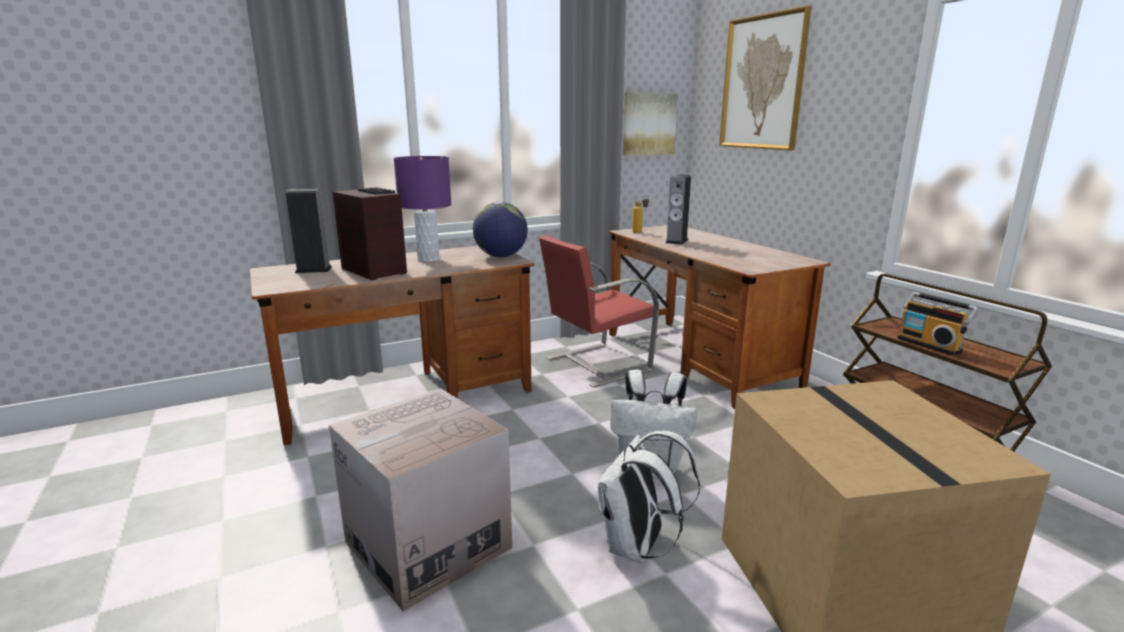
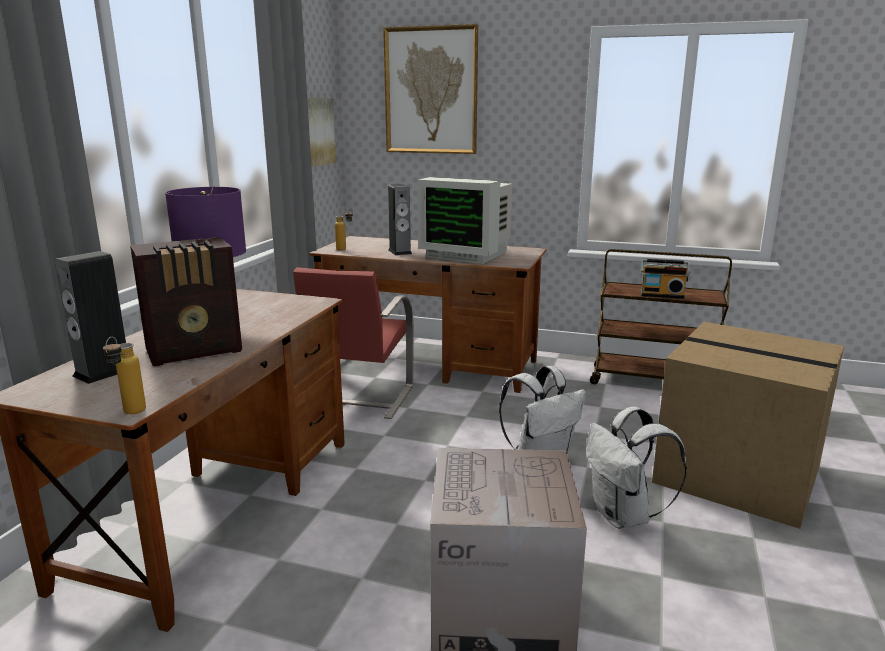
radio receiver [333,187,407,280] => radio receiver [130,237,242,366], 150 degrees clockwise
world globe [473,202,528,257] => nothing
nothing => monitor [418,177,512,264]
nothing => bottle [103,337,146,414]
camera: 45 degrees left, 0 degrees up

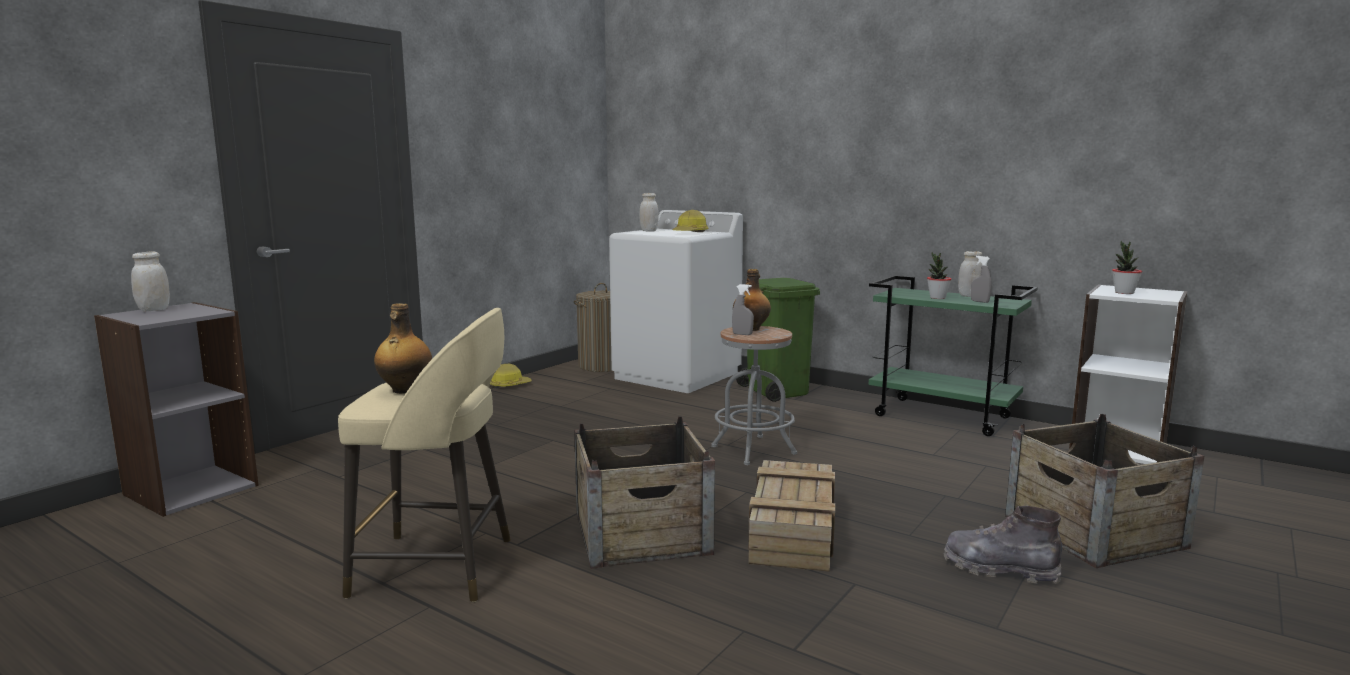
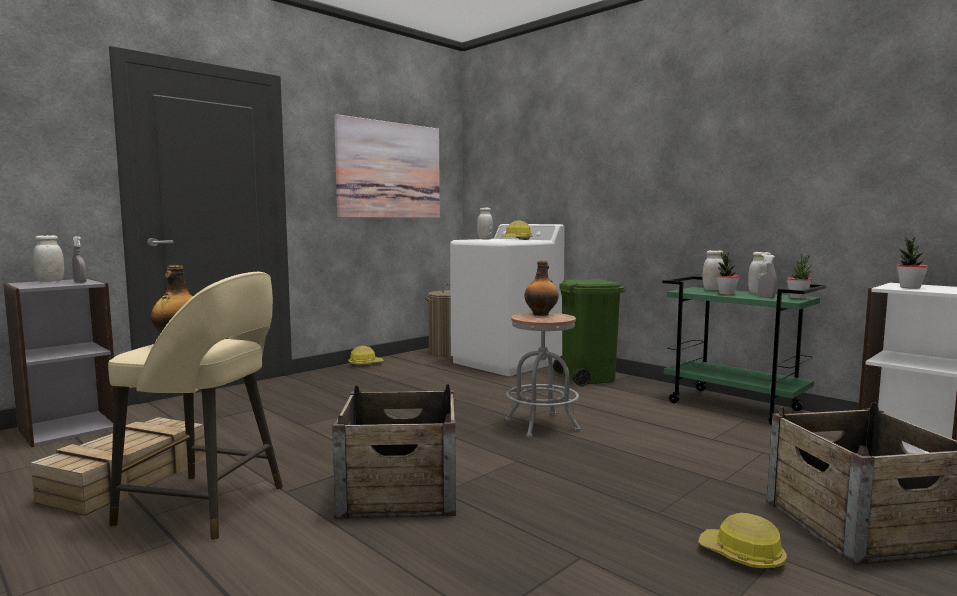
grey spray bottle [732,284,754,335] => grey spray bottle [72,236,87,283], moved
crate [748,460,835,572] => crate [31,417,206,516], moved
grey high-top boot [944,506,1062,584] => hard hat [698,513,787,571]
nothing => picture [334,114,440,218]
nothing => white-coloured preserve jar [702,250,725,290]
nothing => houseplant [787,254,812,299]
camera: 10 degrees right, 5 degrees down

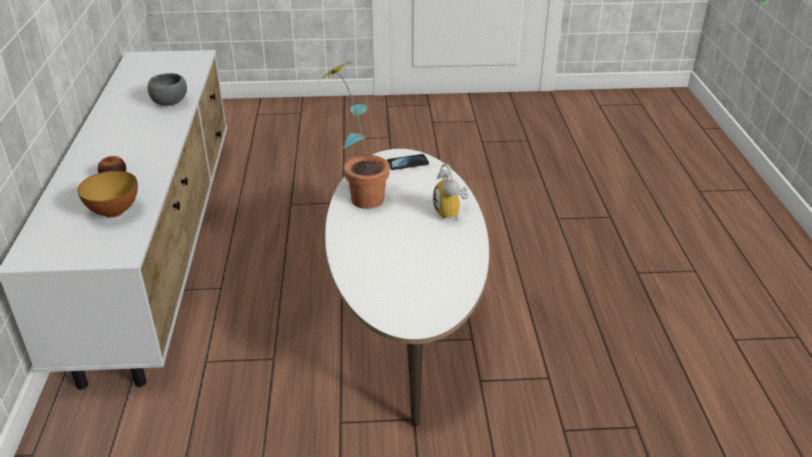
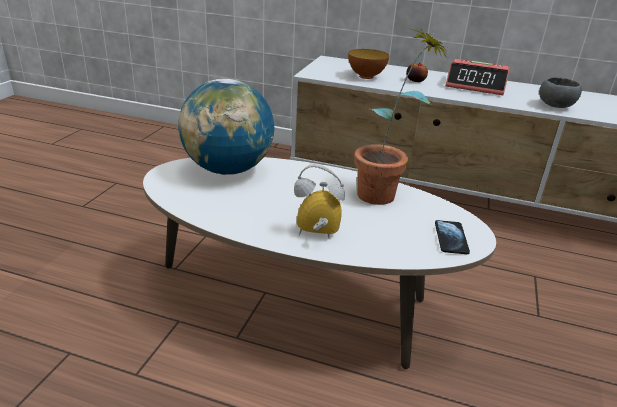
nothing => alarm clock [446,59,510,95]
nothing => world globe [178,79,274,175]
camera: 110 degrees right, 5 degrees down

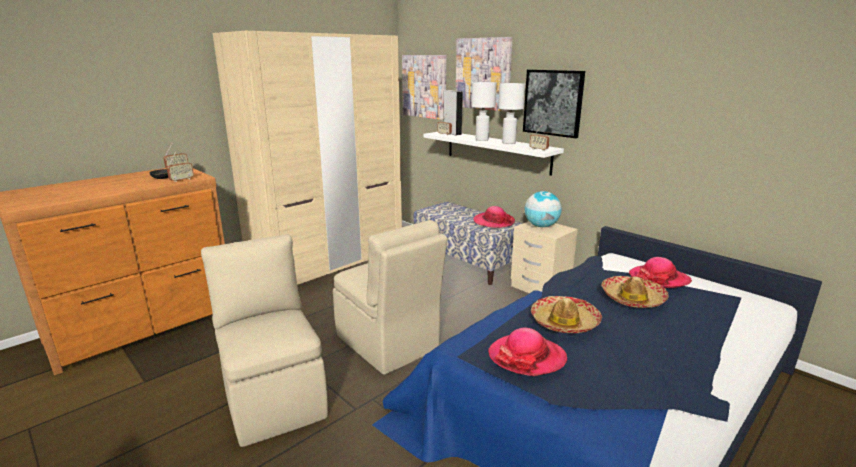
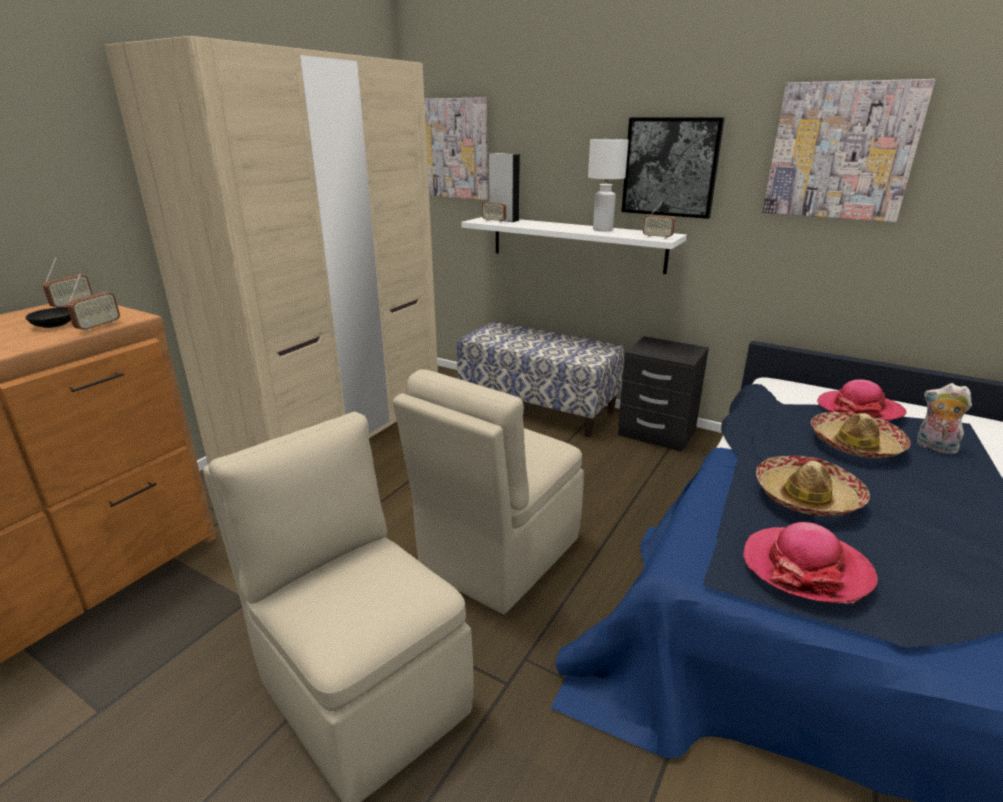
picture [456,37,513,112] => picture [763,79,935,222], moved
white-coloured tabletop lamp [471,82,497,141] => nothing
world globe [525,191,562,227] => nothing
hat [474,206,515,228] => nothing
beige plain chair [333,220,447,375] => beige plain chair [393,369,584,614], 90 degrees clockwise
beige nightstand [511,221,578,293] => black-coloured nightstand [618,336,709,452]
nothing => plush toy [917,383,972,454]
camera: 15 degrees left, 5 degrees up

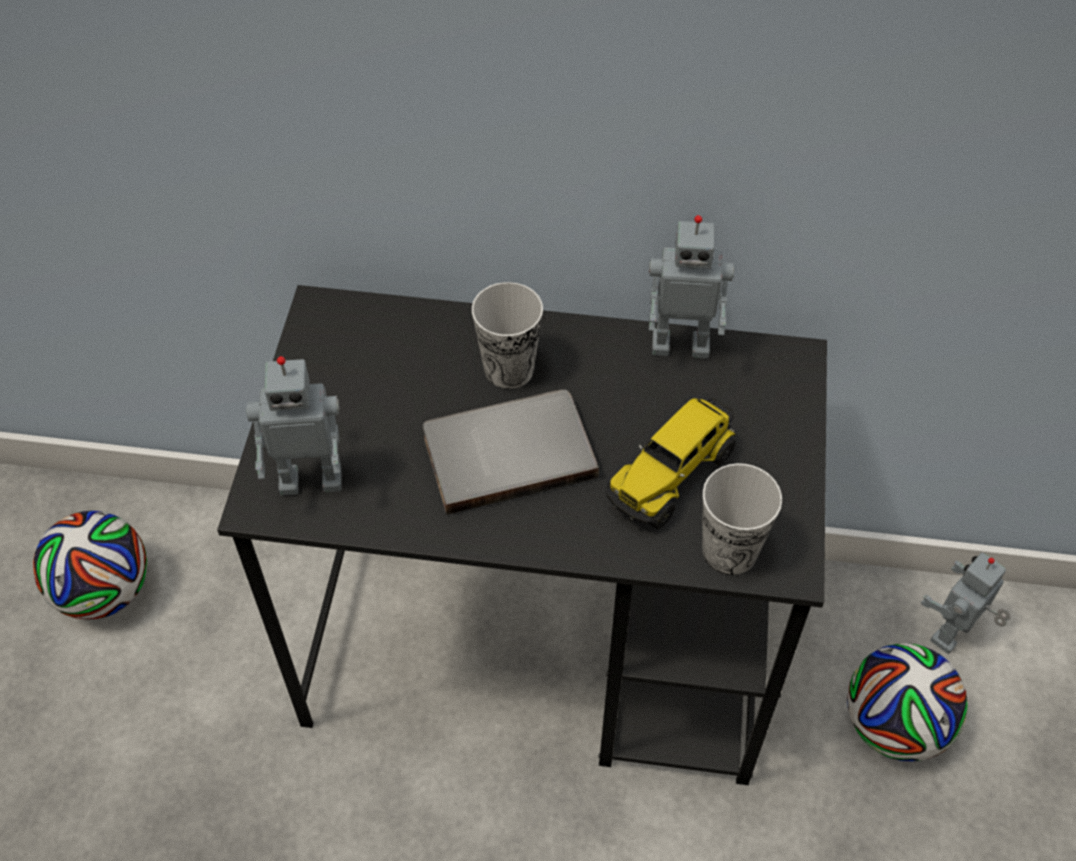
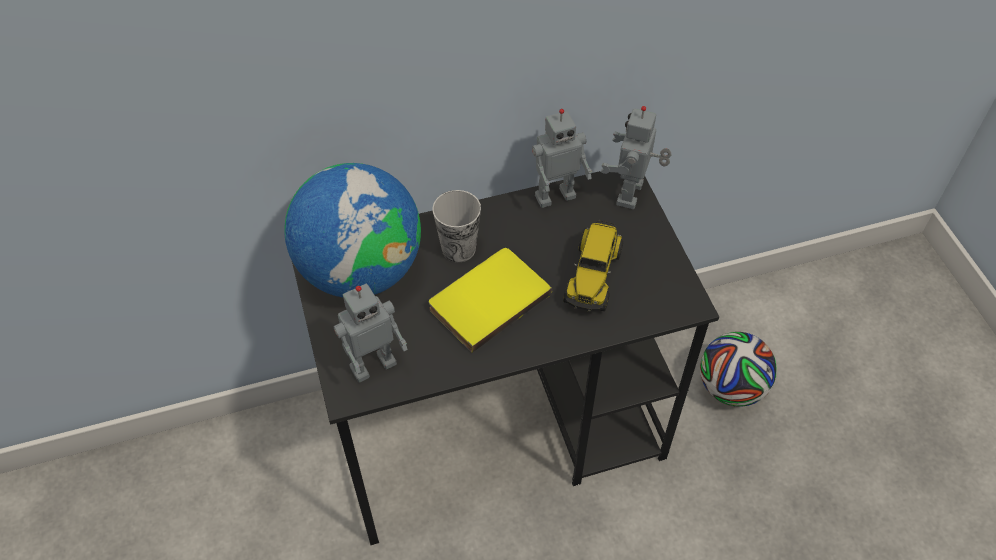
grey volume [423,389,599,515] => yellowish volume [429,248,552,353]
small cup [702,463,782,575] => nothing
ball for football [33,511,147,619] => nothing
model robot [921,553,1010,654] => model robot [601,106,672,209], moved
nothing => world globe [284,163,421,297]
camera: 25 degrees left, 0 degrees up

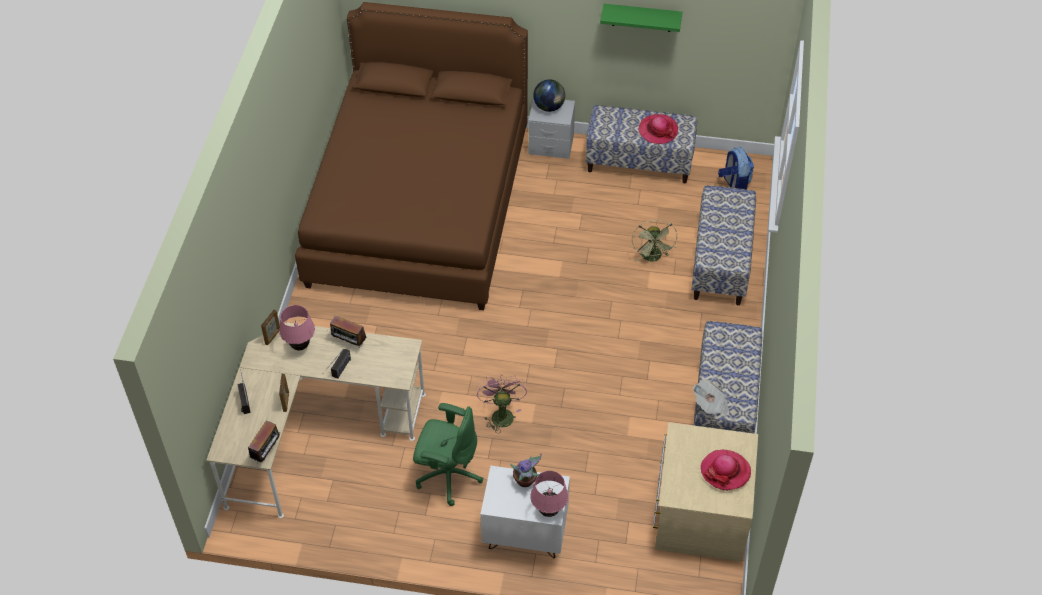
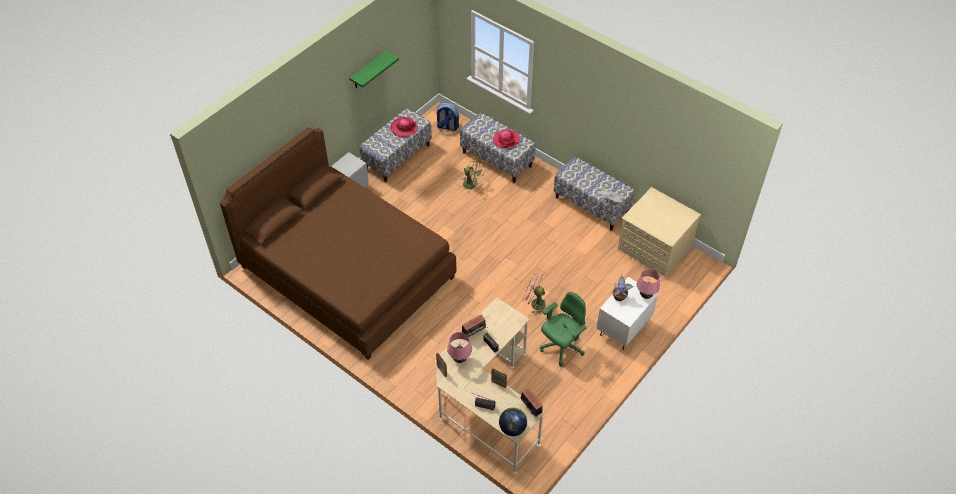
world globe [533,80,565,112] => world globe [499,408,527,436], moved
hat [701,450,751,491] => hat [493,130,520,148], moved
camera: 60 degrees left, 0 degrees up

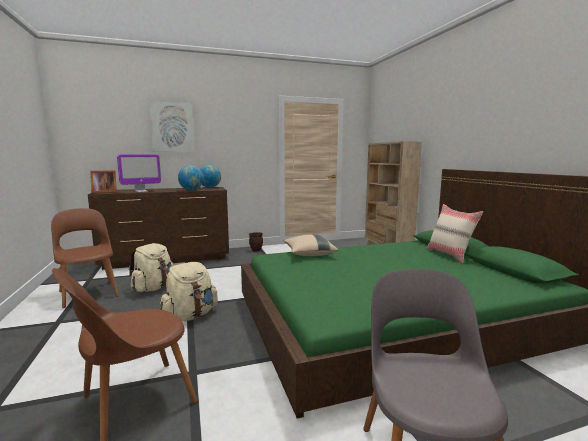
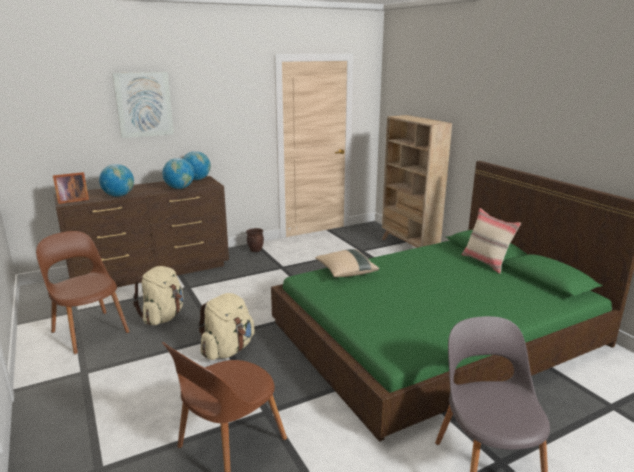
monitor [117,154,161,192] => world globe [99,164,134,197]
camera: 10 degrees left, 10 degrees up

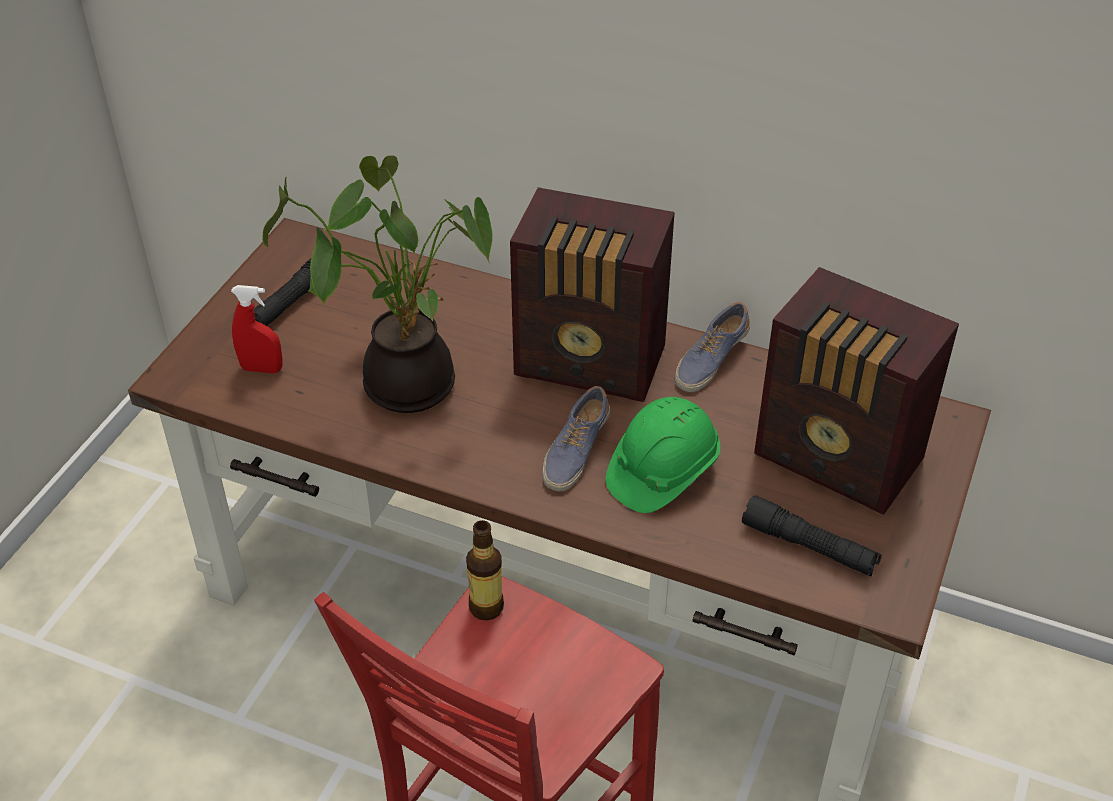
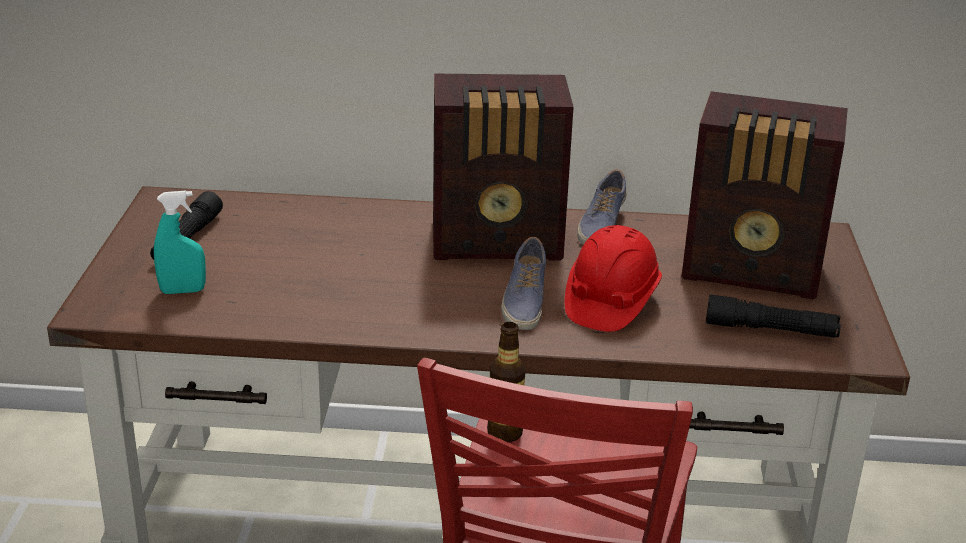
houseplant [263,155,493,413] => nothing
reddish spray bottle [231,285,282,373] => blue-green spray bottle [154,191,206,294]
greenish hard hat [606,397,720,513] => reddish hard hat [565,225,662,332]
camera: 20 degrees left, 15 degrees down

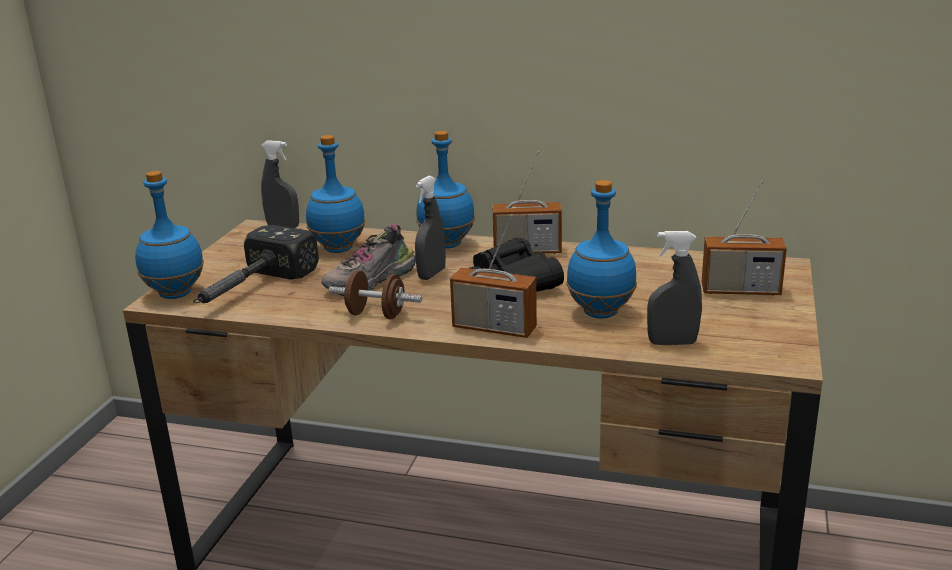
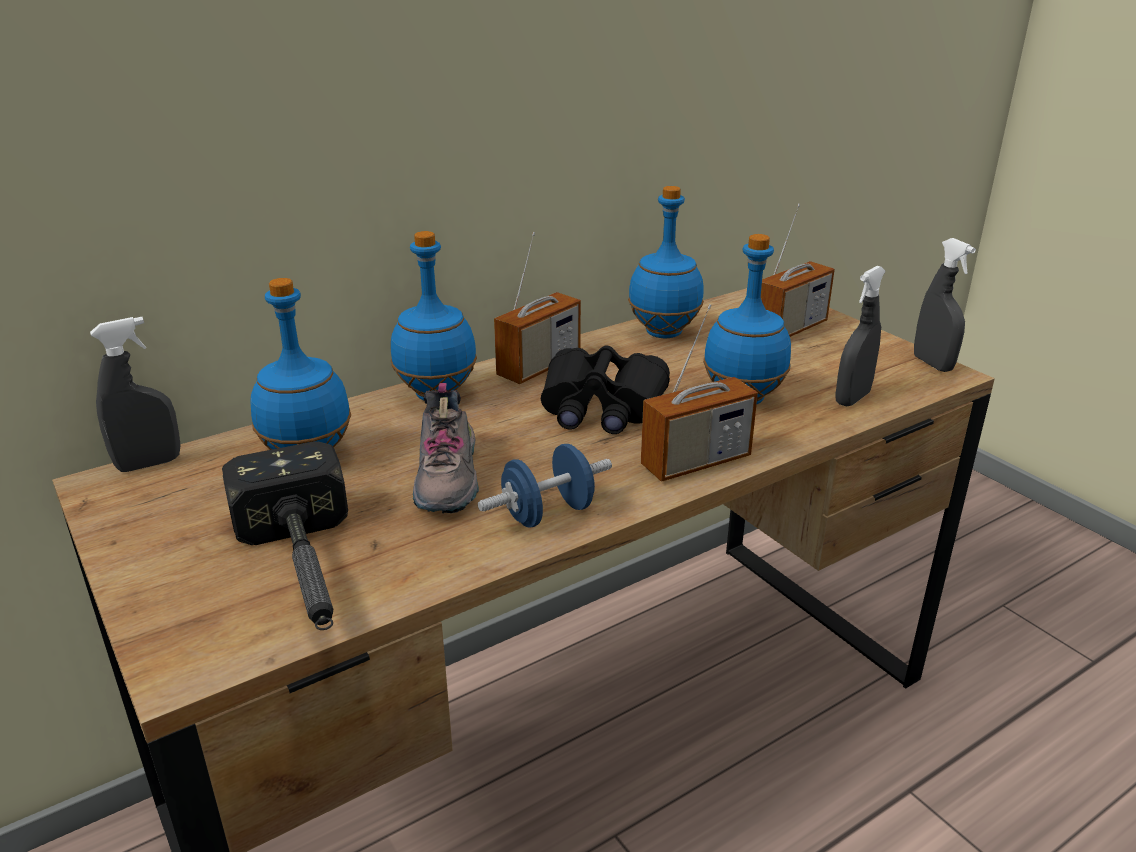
blue bottle [135,171,204,299] => blue bottle [628,186,704,338], moved
grey spray bottle [415,176,446,280] => grey spray bottle [914,238,976,372], moved
brown free weight [329,270,422,319] => blue free weight [478,444,612,527]
camera: 50 degrees left, 5 degrees up

